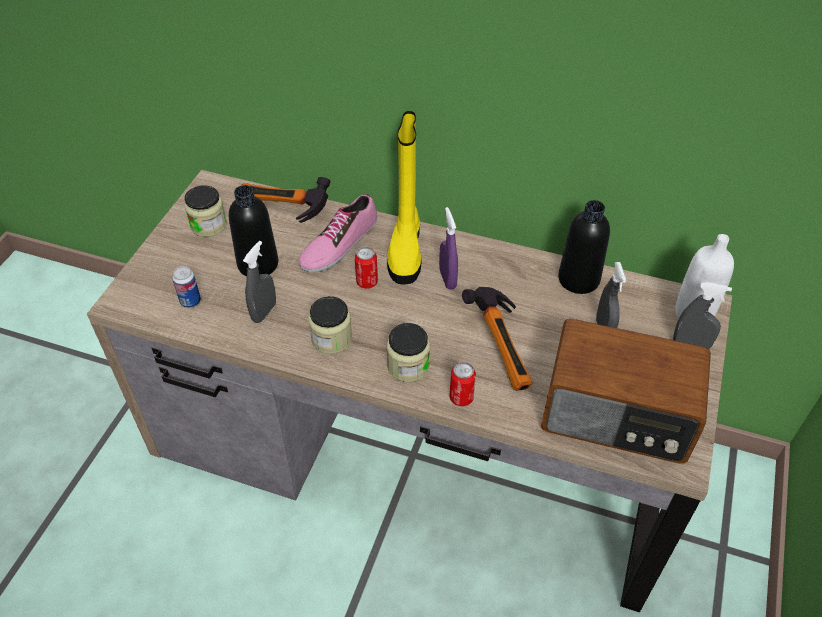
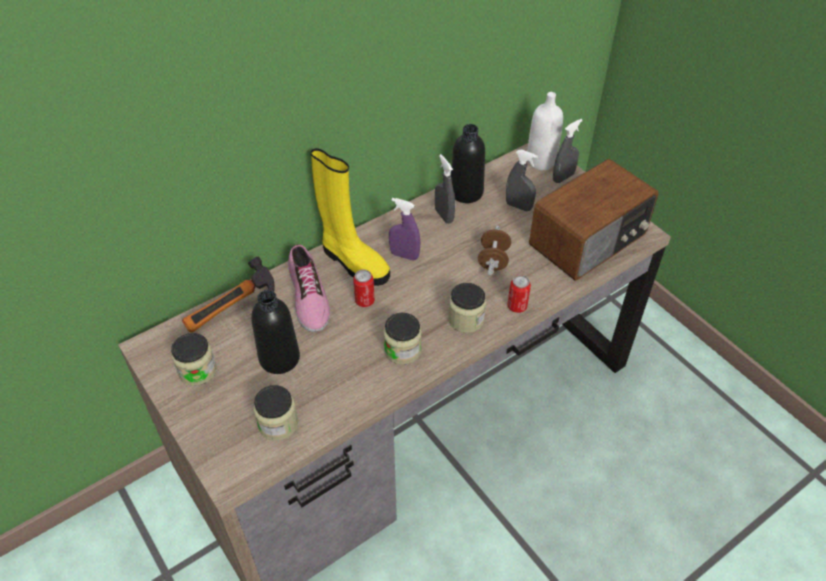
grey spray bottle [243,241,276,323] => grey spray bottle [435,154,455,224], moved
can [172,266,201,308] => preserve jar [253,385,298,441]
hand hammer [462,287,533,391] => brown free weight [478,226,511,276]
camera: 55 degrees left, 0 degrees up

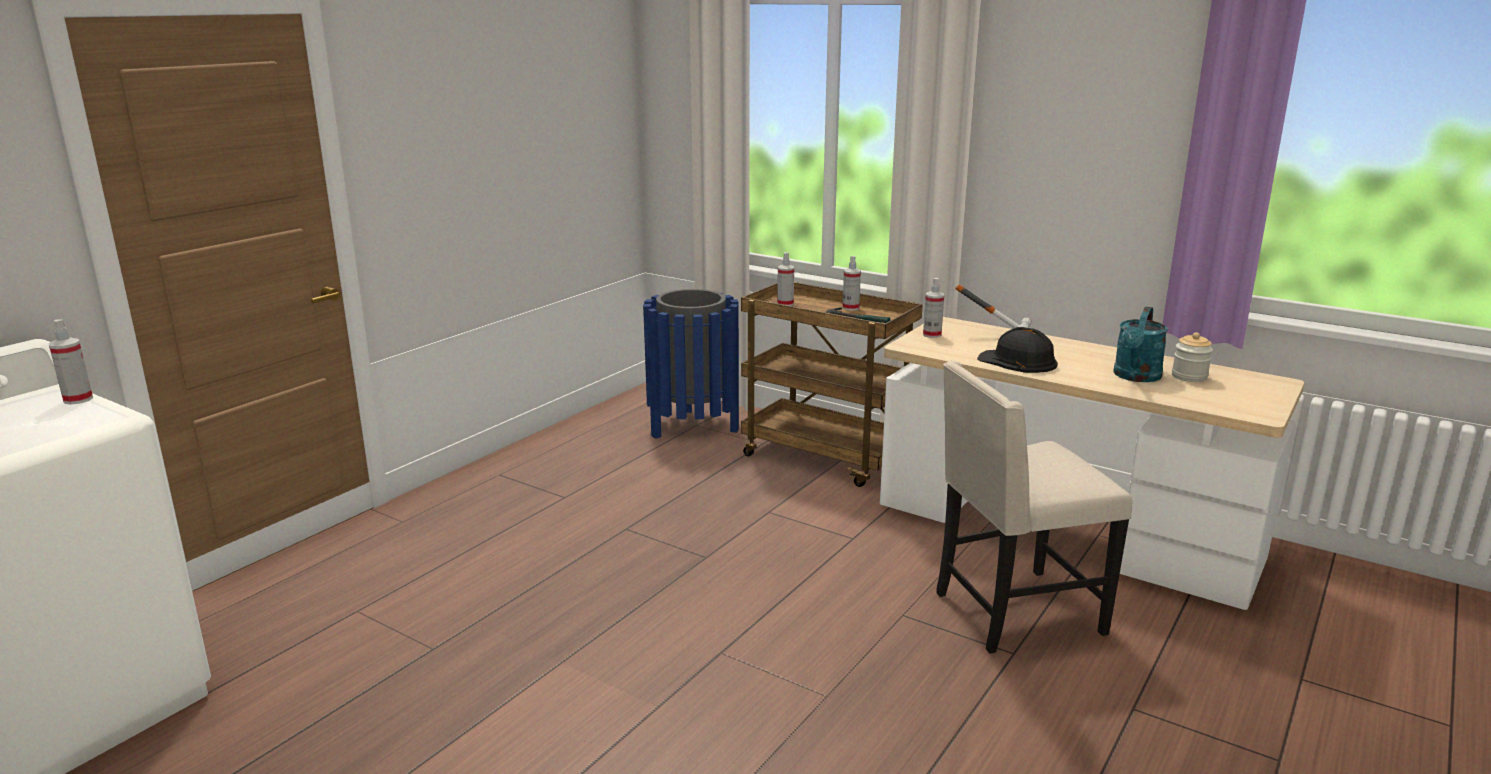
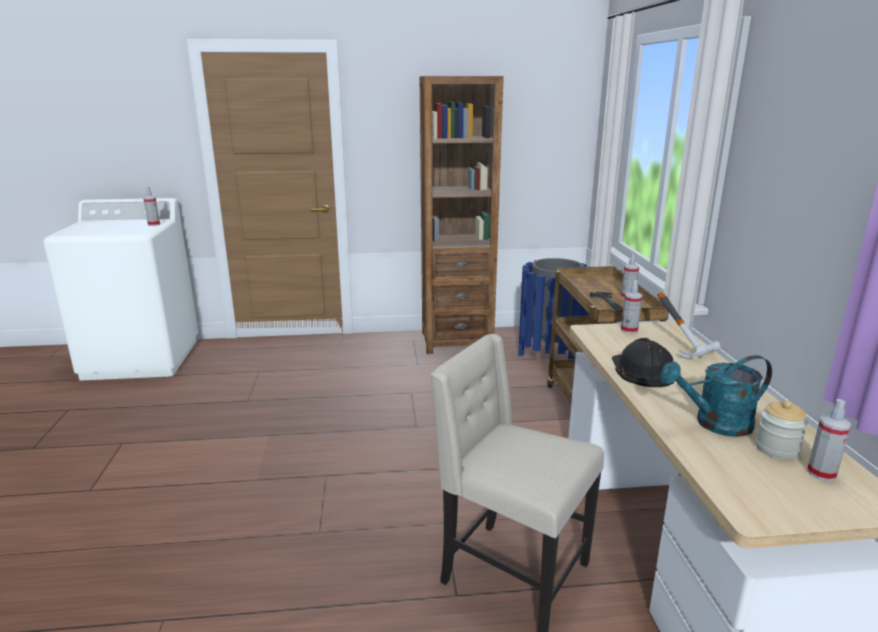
spray bottle [777,252,794,306] => spray bottle [807,399,851,481], moved
nothing => brown bookshelf [420,76,504,354]
camera: 50 degrees right, 0 degrees up

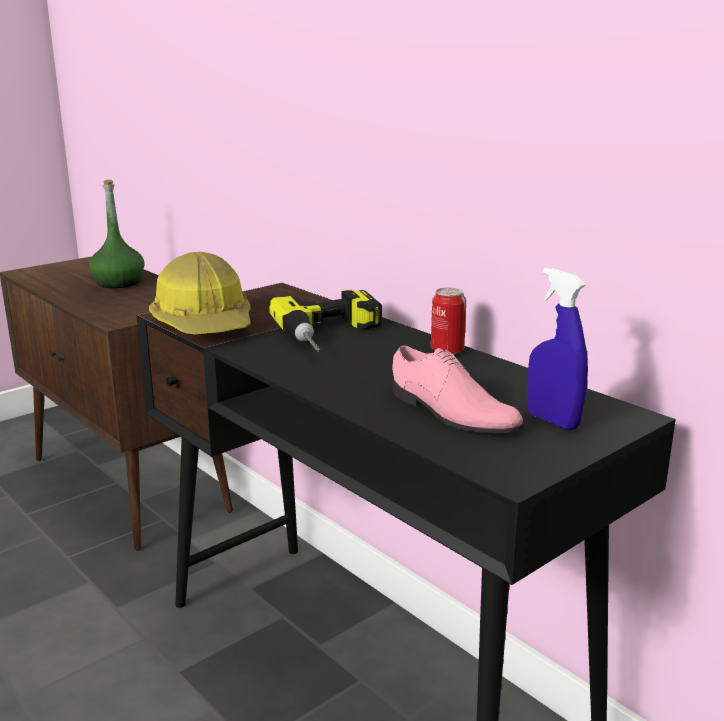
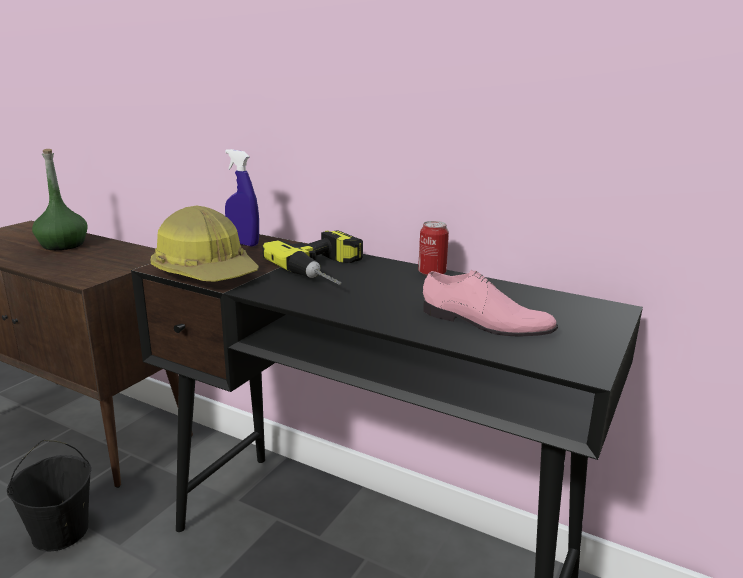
blue spray bottle [527,268,588,431] => blue spray bottle [225,149,259,247], moved
nothing => black-coloured water bucket [7,440,91,552]
camera: 20 degrees left, 0 degrees up

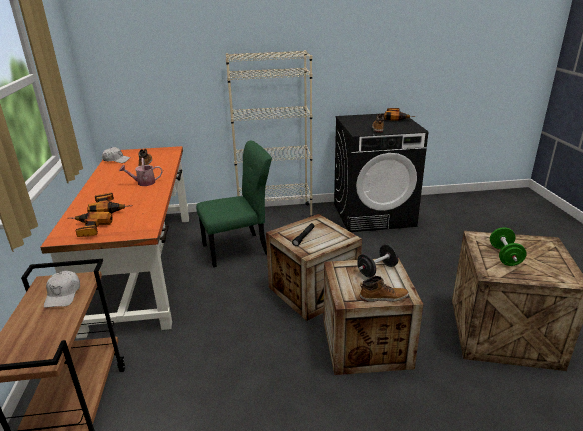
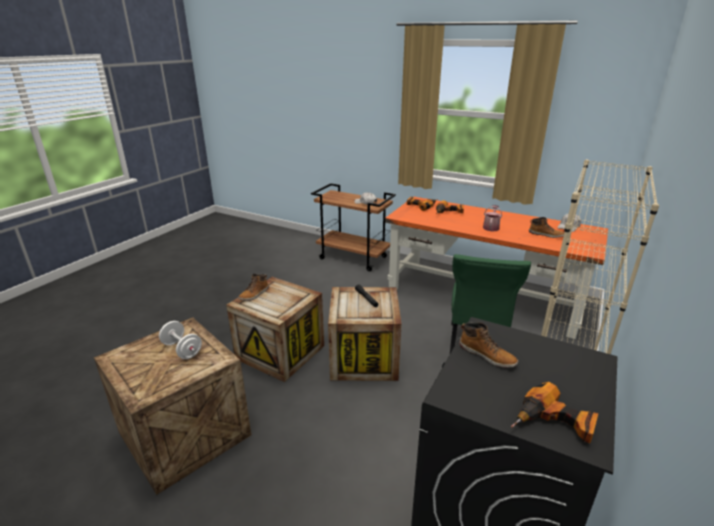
greenish free weight [490,227,527,266] => white-coloured free weight [159,321,202,359]
black-coloured free weight [357,244,399,277] => nothing
camera: 125 degrees right, 0 degrees up

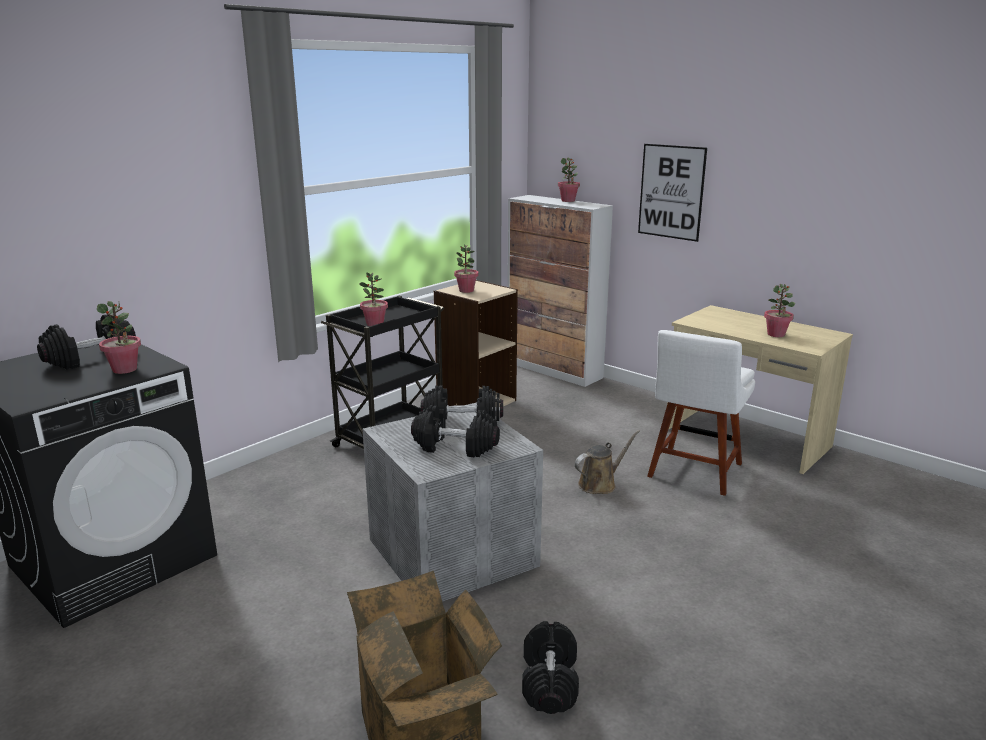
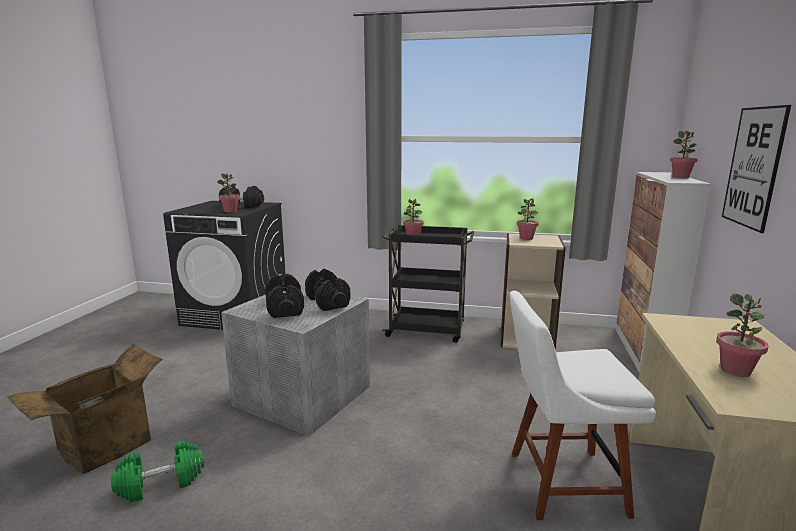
brown watering pot [575,430,640,494] => nothing
black-coloured free weight [522,621,579,714] => greenish free weight [111,441,204,503]
camera: 60 degrees right, 5 degrees down

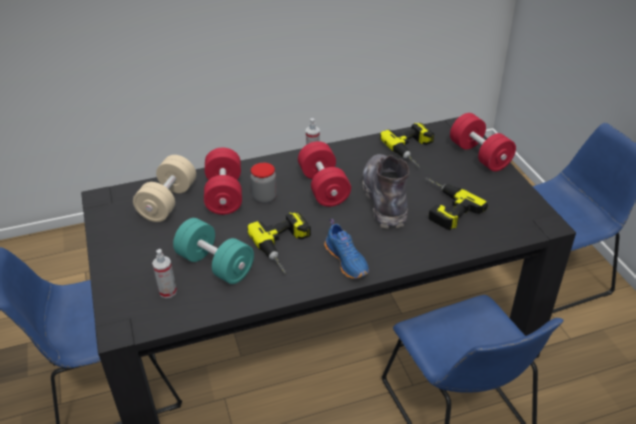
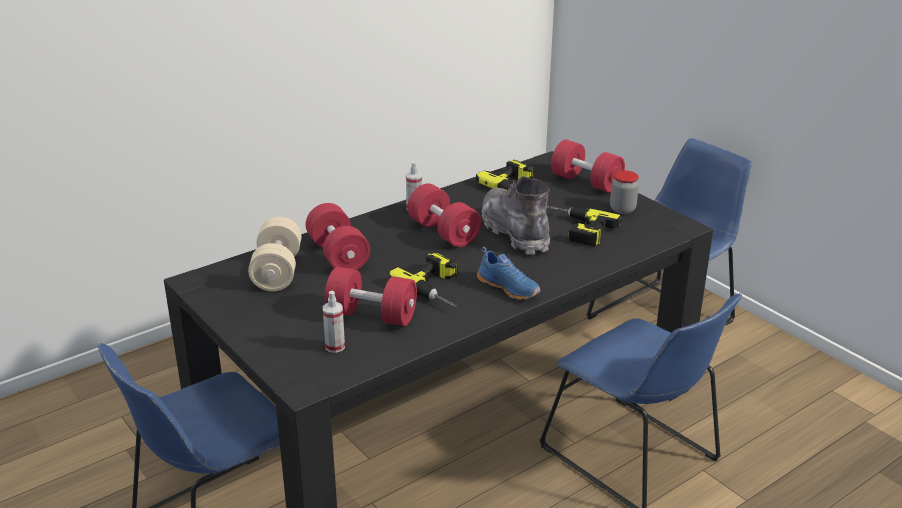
preserve jar [250,163,277,204] => preserve jar [610,170,639,214], moved
blue-green free weight [173,218,254,284] => reddish free weight [325,267,417,326]
camera: 20 degrees left, 10 degrees down

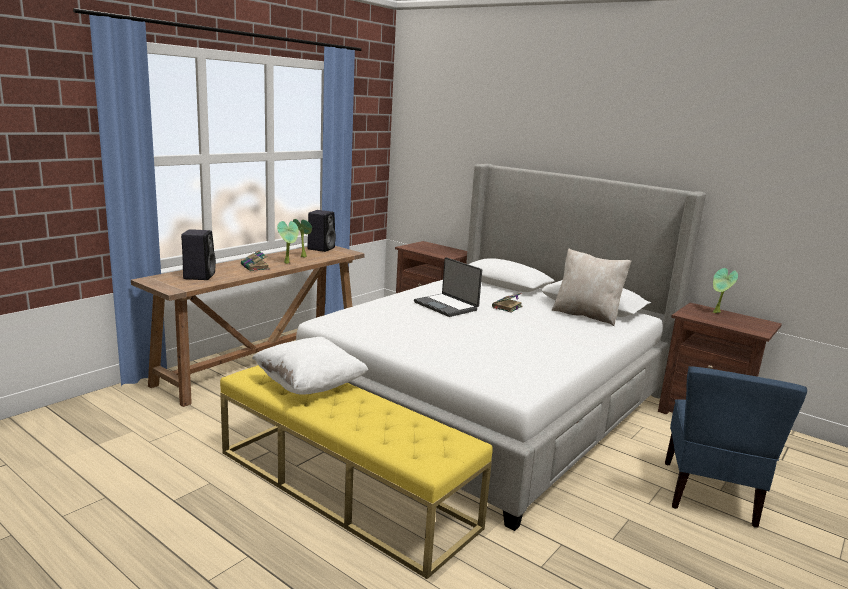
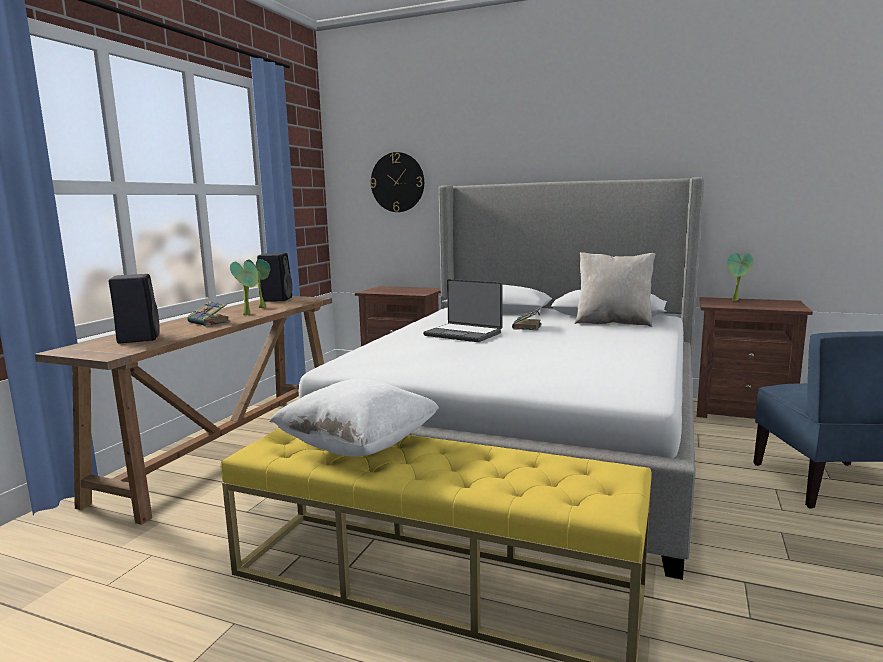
nothing => hanging clock [370,152,424,212]
camera: 15 degrees left, 5 degrees down

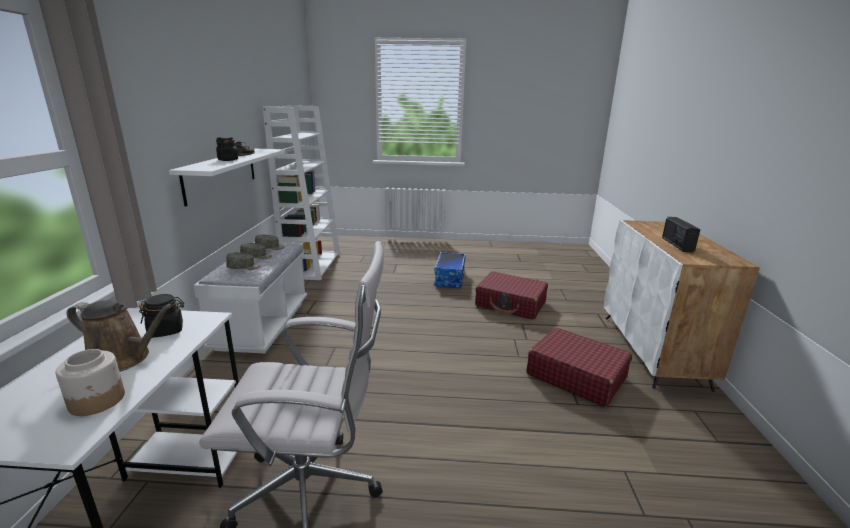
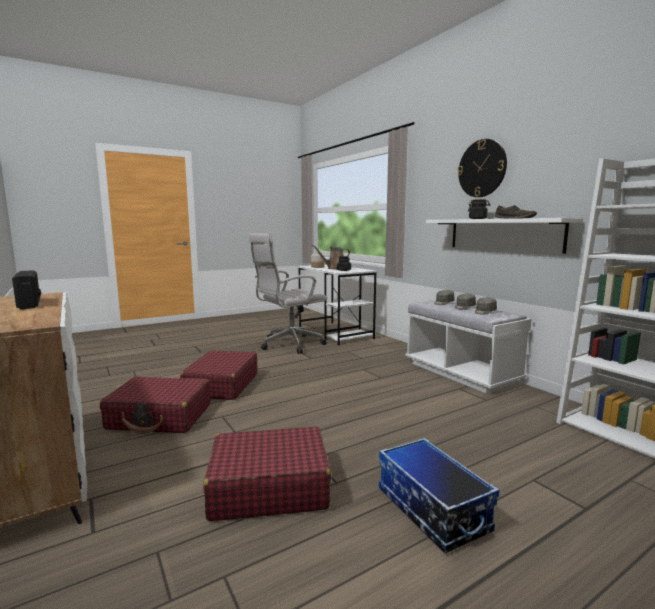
nothing => hanging clock [457,139,507,197]
nothing => reddish travel case [180,350,258,400]
camera: 145 degrees right, 10 degrees down

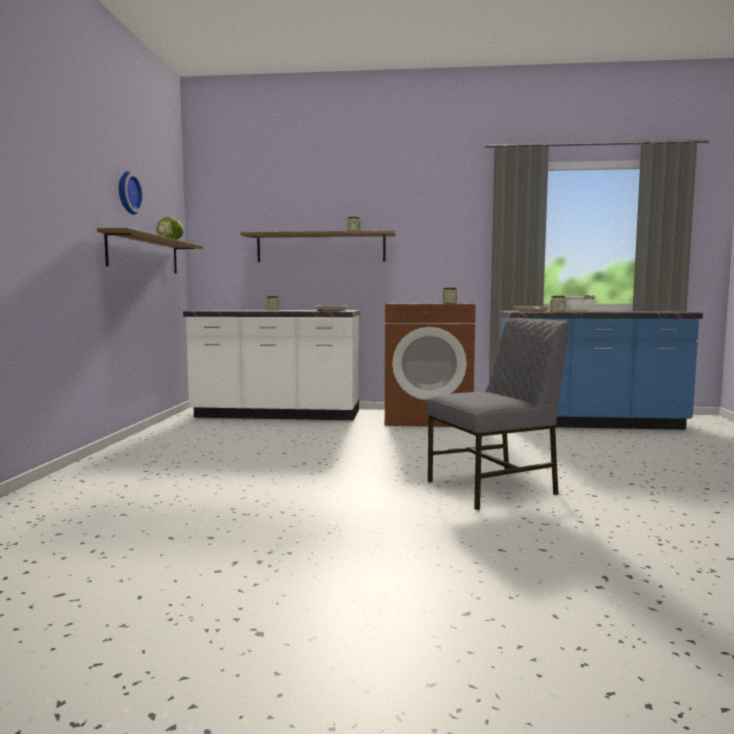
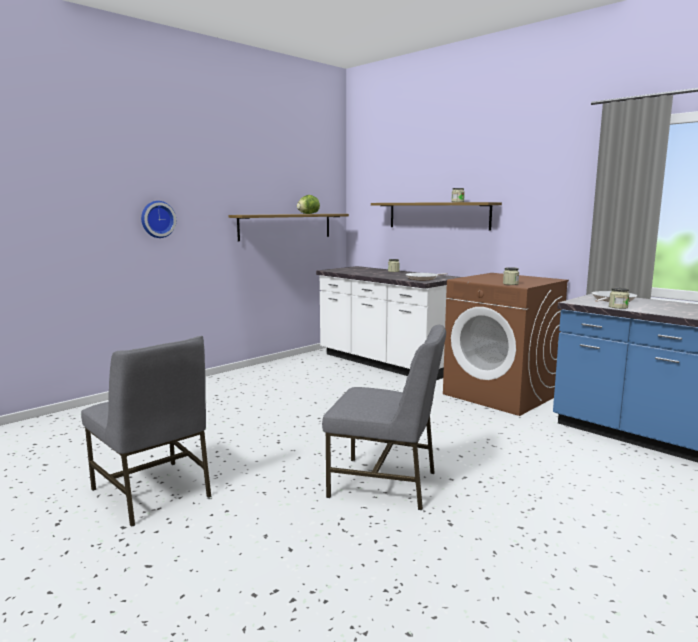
hanging clock [119,171,144,215] => hanging clock [141,201,176,238], moved
frying pan [565,294,596,312] => nothing
nothing => grey plain chair [81,336,211,527]
camera: 40 degrees right, 5 degrees up

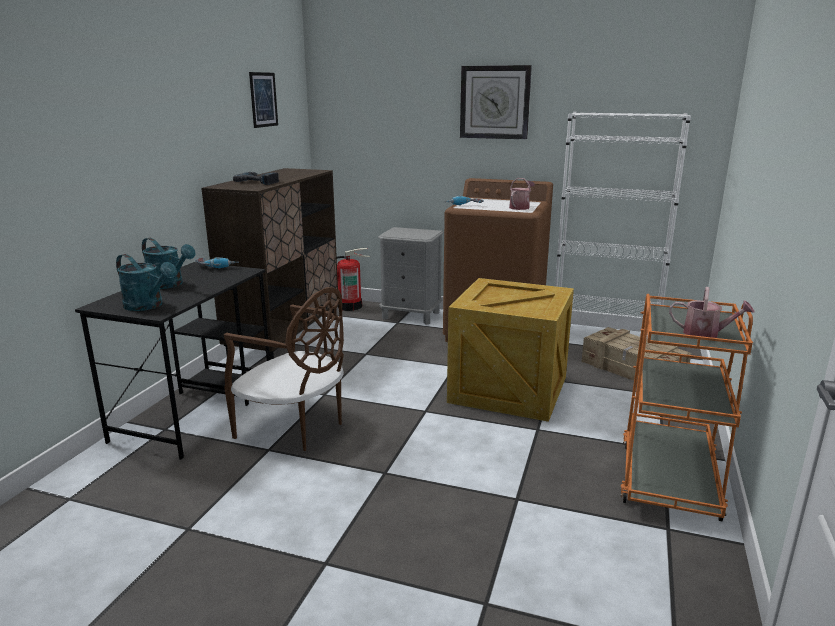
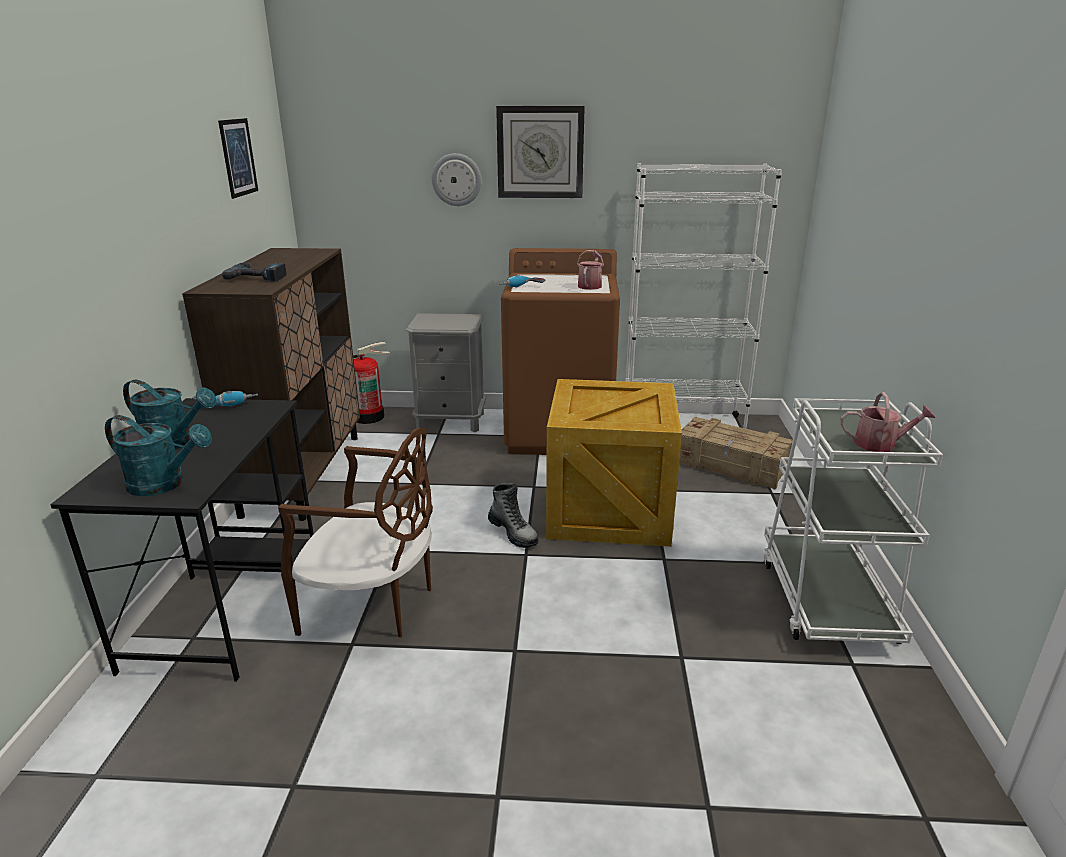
orangey trolley [620,294,753,521] => white-coloured trolley [763,398,943,644]
nothing => hanging clock [431,153,482,206]
nothing => high-top boot [488,483,539,548]
camera: 15 degrees left, 5 degrees up

